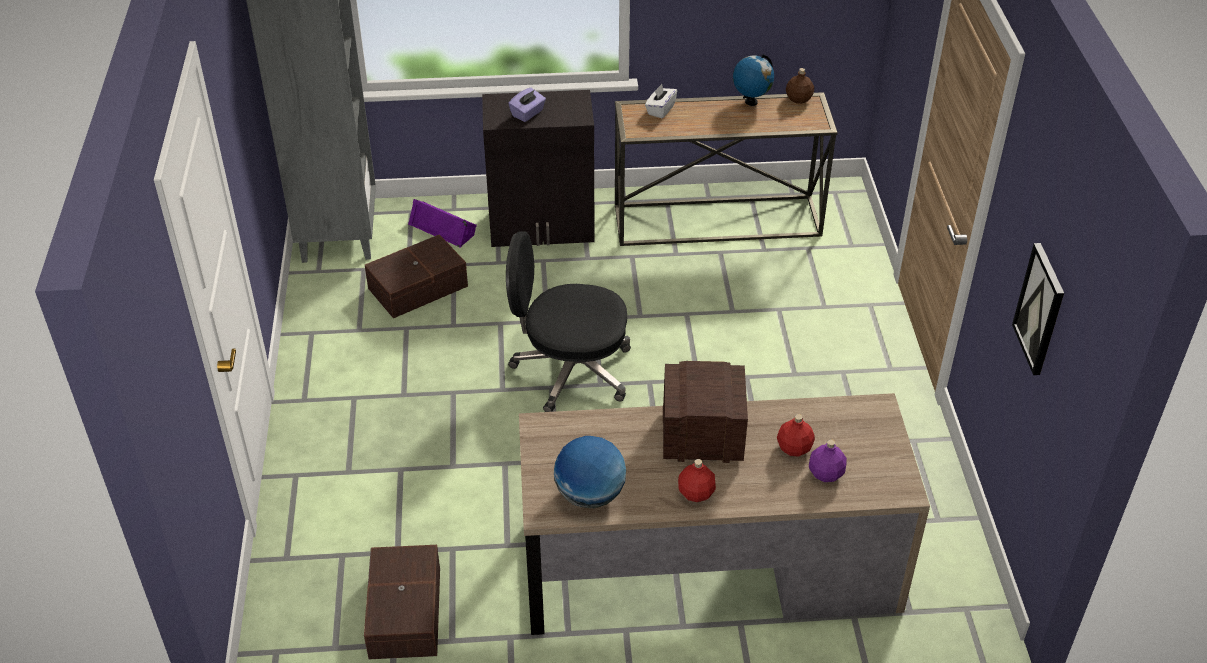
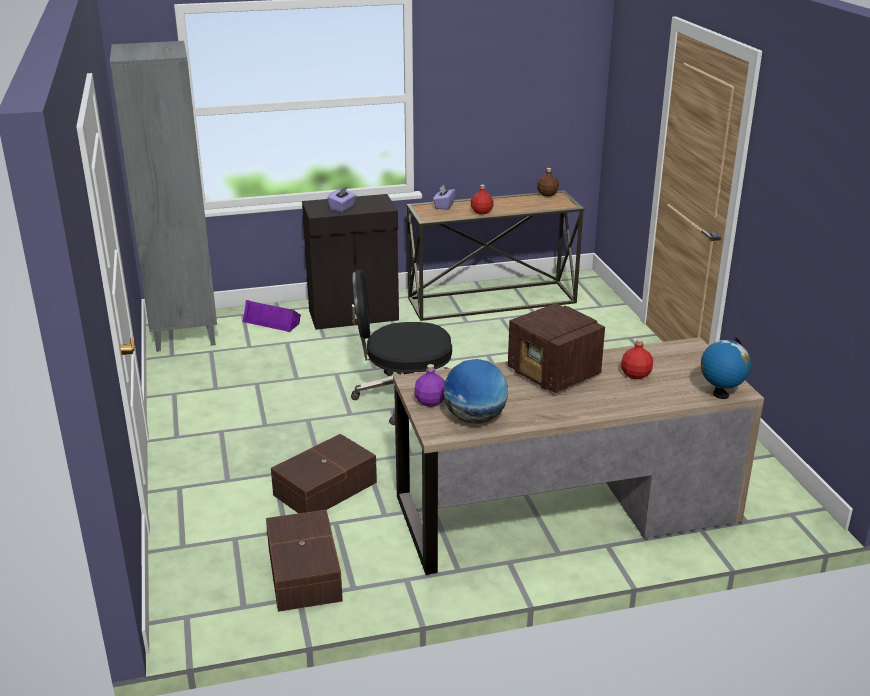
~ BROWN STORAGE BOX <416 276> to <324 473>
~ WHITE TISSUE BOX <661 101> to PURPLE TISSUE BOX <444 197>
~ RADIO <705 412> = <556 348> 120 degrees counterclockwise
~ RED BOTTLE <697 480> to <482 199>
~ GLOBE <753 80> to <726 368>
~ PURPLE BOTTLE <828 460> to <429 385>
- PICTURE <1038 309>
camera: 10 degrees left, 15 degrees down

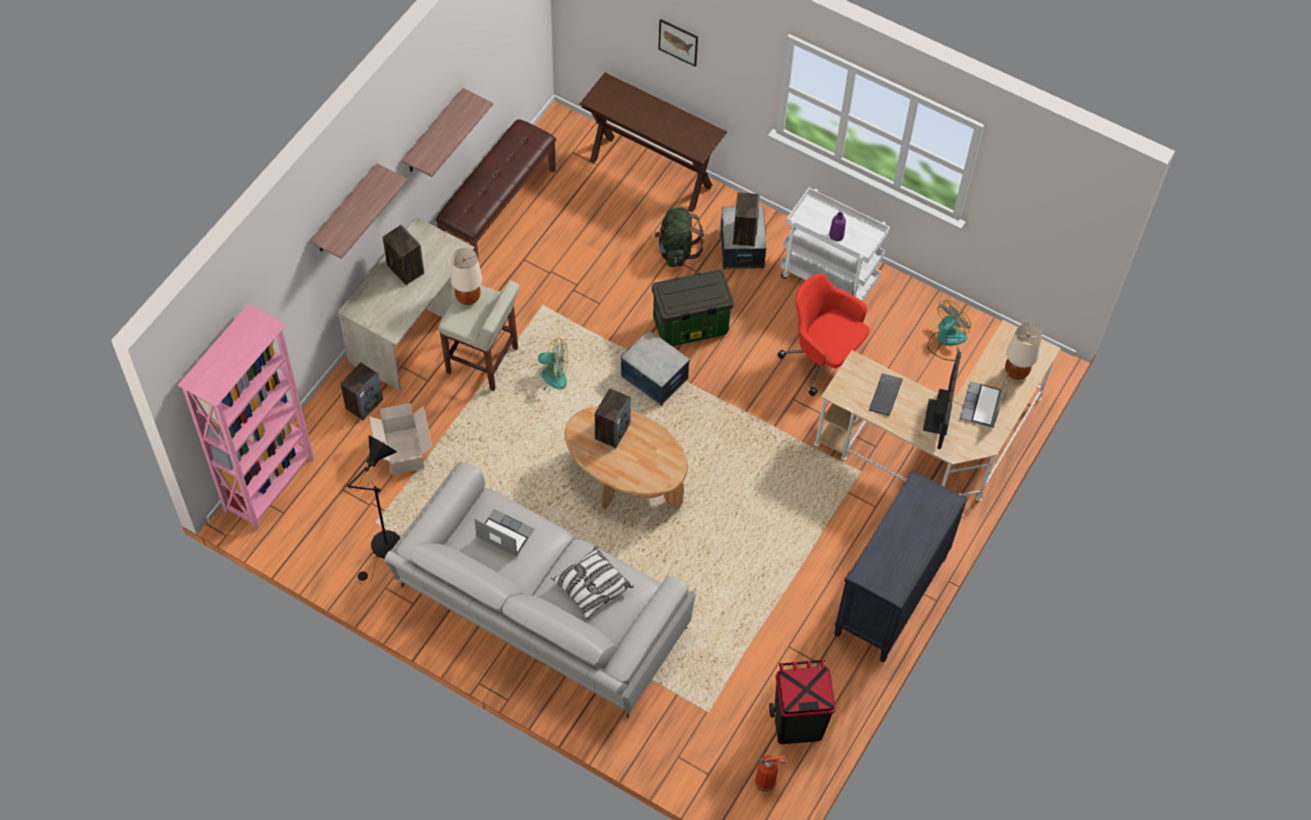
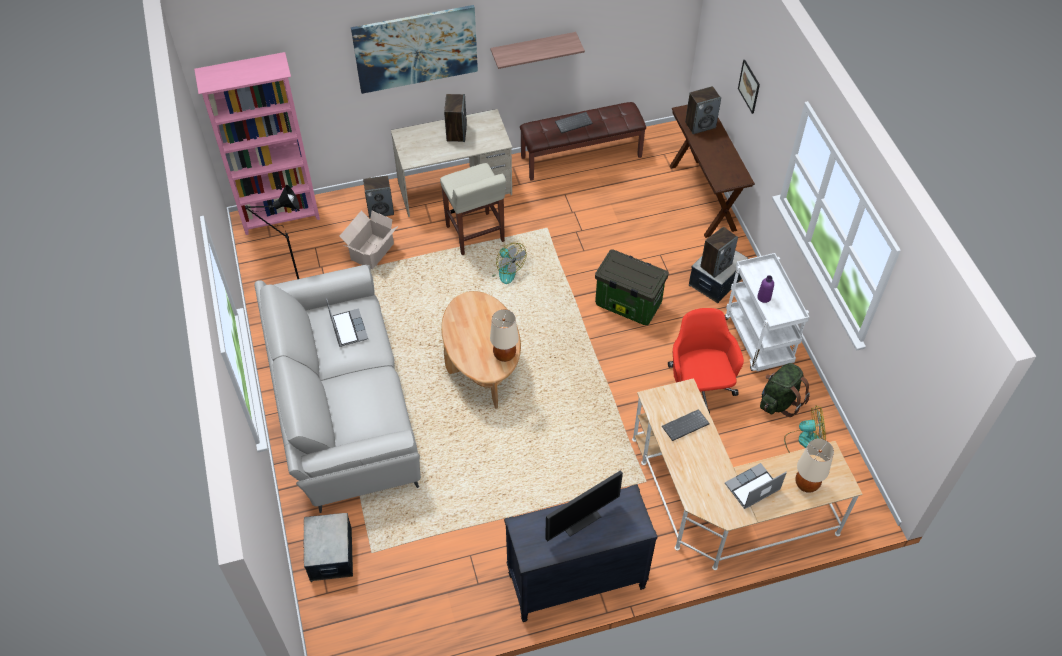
~ SHELF <359 211> to PICTURE <414 49>
~ BEIGE TABLE LAMP <466 276> to <504 335>
- PILLOW <592 582>
~ SPEAKER <613 418> to <703 110>
~ STORAGE BOX <655 368> to <328 547>
~ GREEN BACKPACK <679 237> to <785 390>
- FIRE EXTINGUISHER <772 773>
- BLACK TRASH CAN <802 701>
~ MONITOR <942 400> to <584 506>
+ KEYBOARD <574 122>
camera: 45 degrees right, 5 degrees down

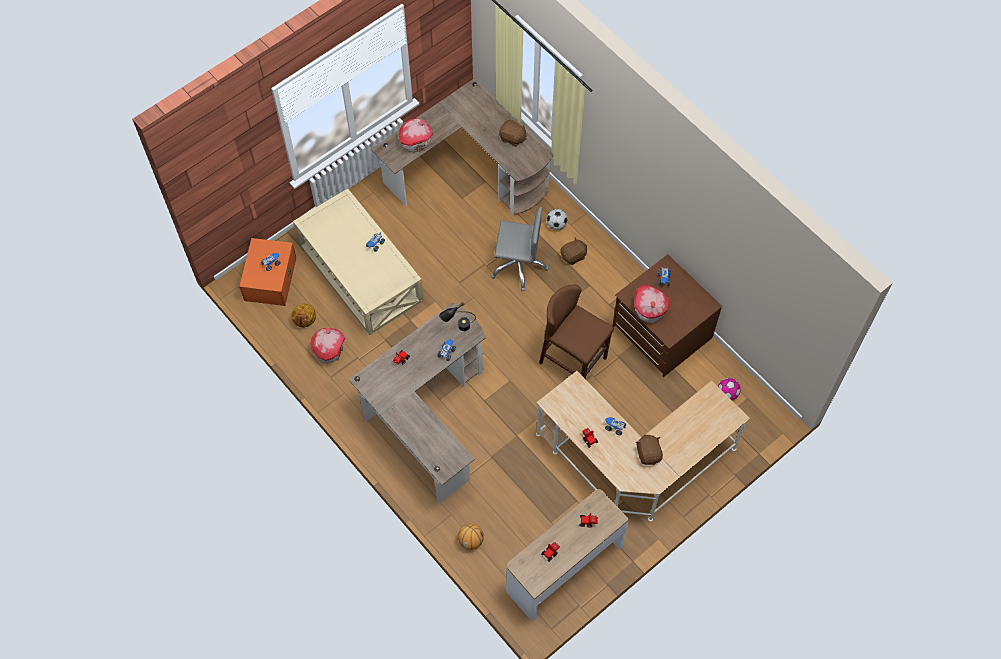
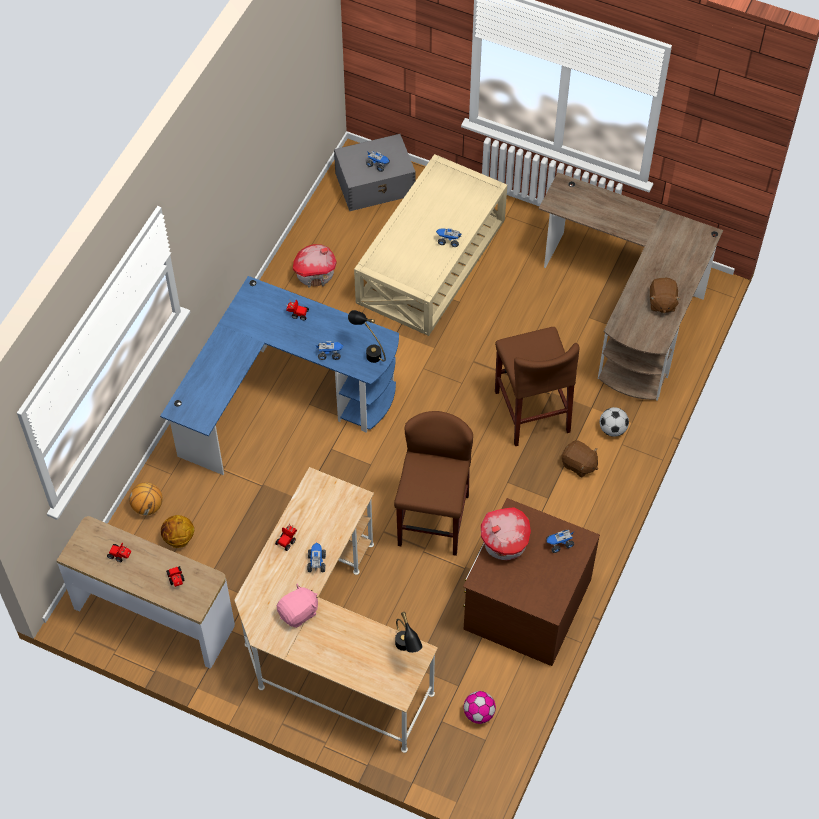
~ ORANGE STORAGE BOX <267 272> to GREY STORAGE BOX <375 172>
~ BASKETBALL <303 315> to <177 531>
~ BROWN DESK <417 404> to BLUE DESK <279 375>
- TOY HOUSE <416 136>
~ GREY OFFICE CHAIR <519 249> to BROWN STOOL <537 386>
~ BROWN PLUSH TOY <649 449> to PINK PLUSH TOY <297 606>
+ BLACK TABLE LAMP <409 632>
camera: 65 degrees right, 5 degrees down

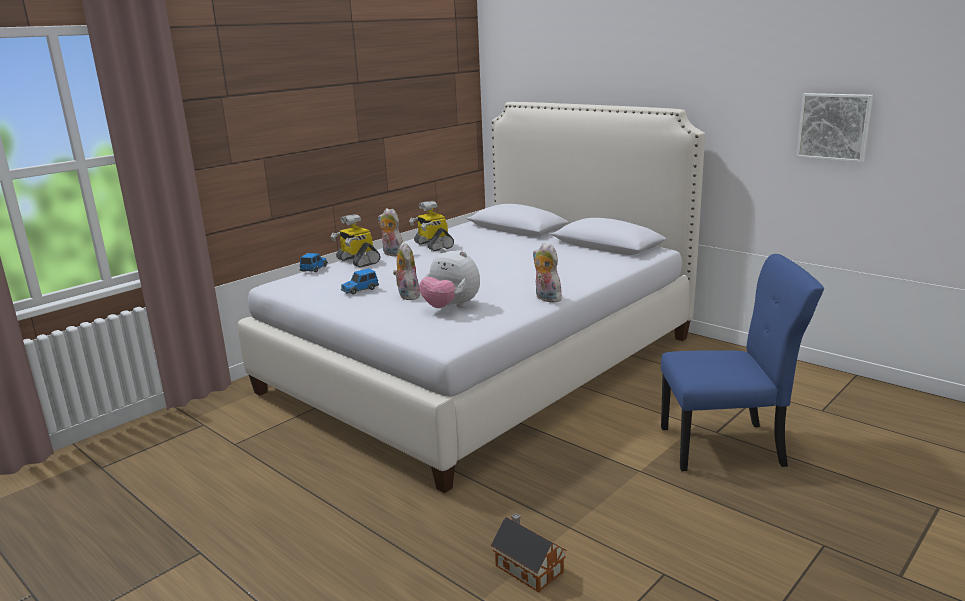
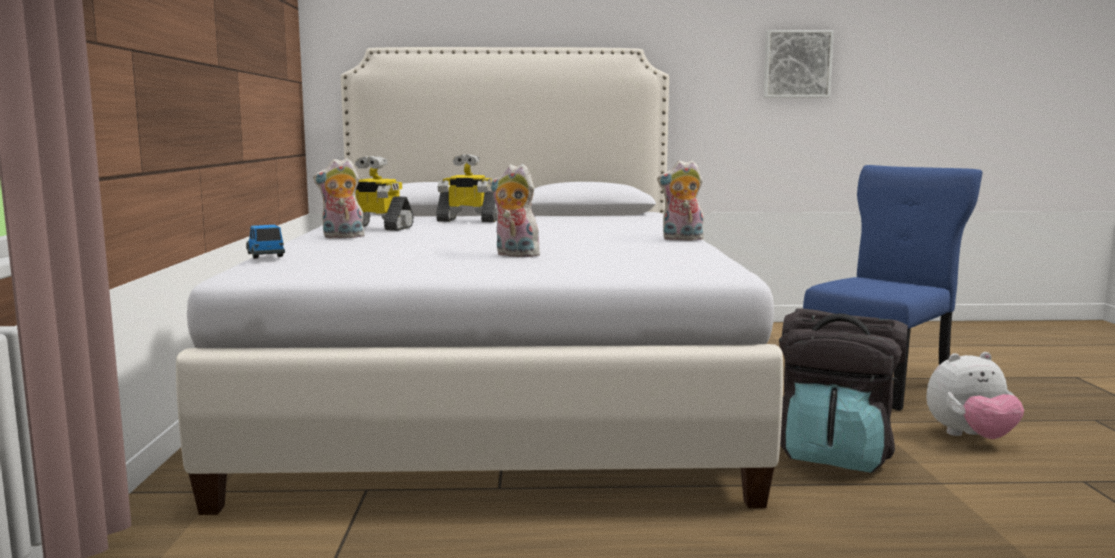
~ TOY ROBOT <356 241> to <467 188>
- TOY CAR <360 281>
~ PLUSH TOY <449 278> to <975 395>
- TOY HOUSE <529 553>
+ BLACK BACKPACK <843 390>
camera: 45 degrees left, 10 degrees down

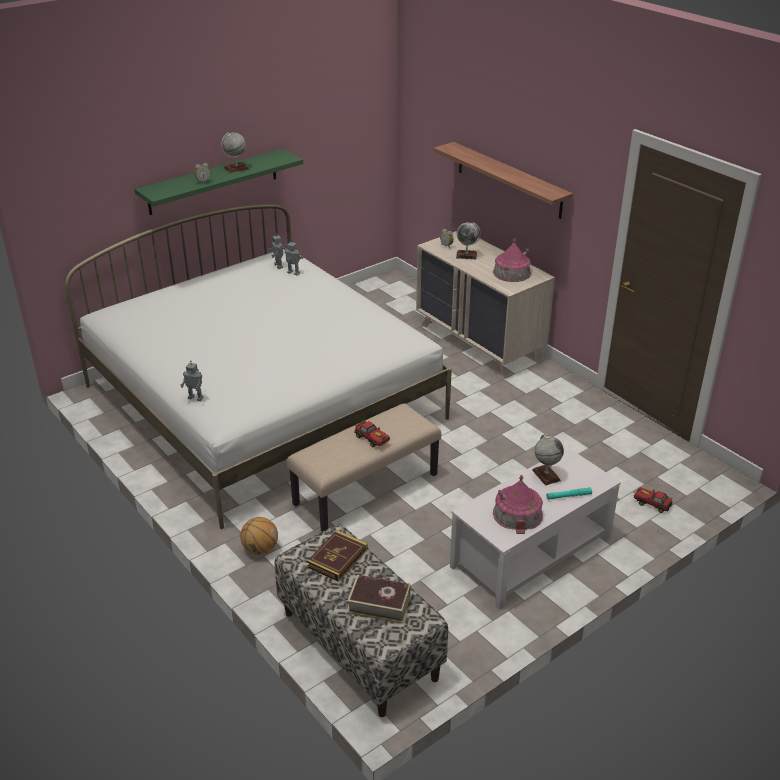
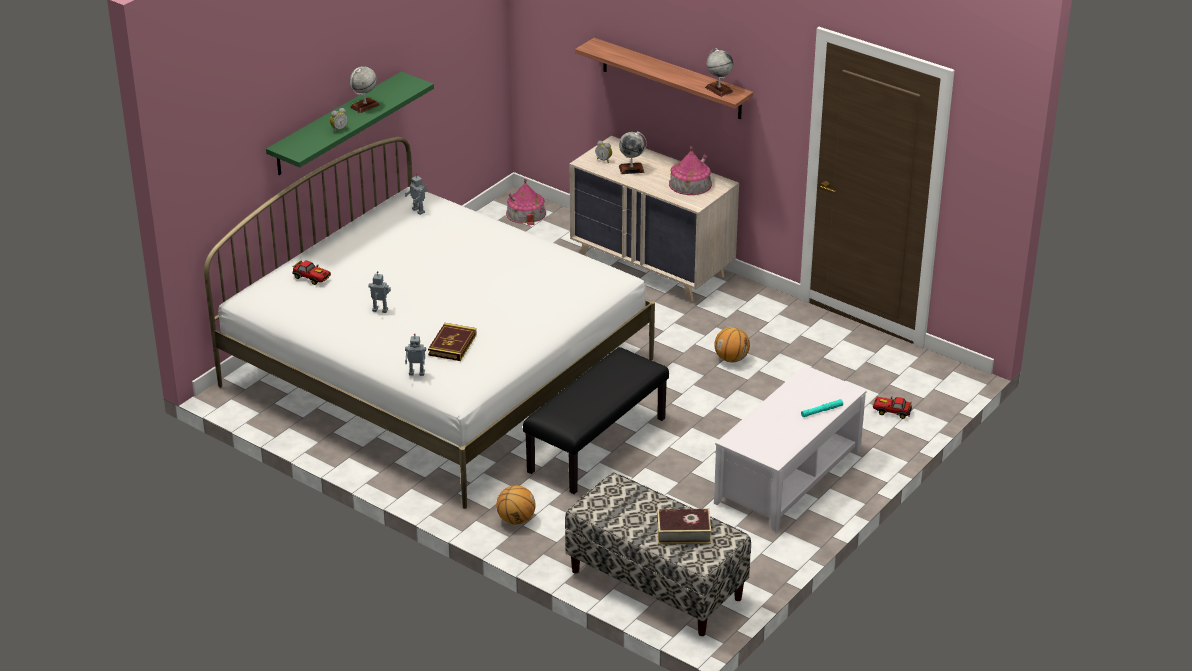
~ TOY ROBOT <294 257> to <379 292>
~ BEIGE BENCH <364 467> to BLACK BENCH <596 420>
~ BOOK <337 556> to <452 342>
~ TOY CAR <372 433> to <311 272>
~ TOY HOUSE <518 504> to <526 202>
~ GLOBE <548 459> to <719 72>
+ BASKETBALL <732 345>
camera: 15 degrees left, 0 degrees up

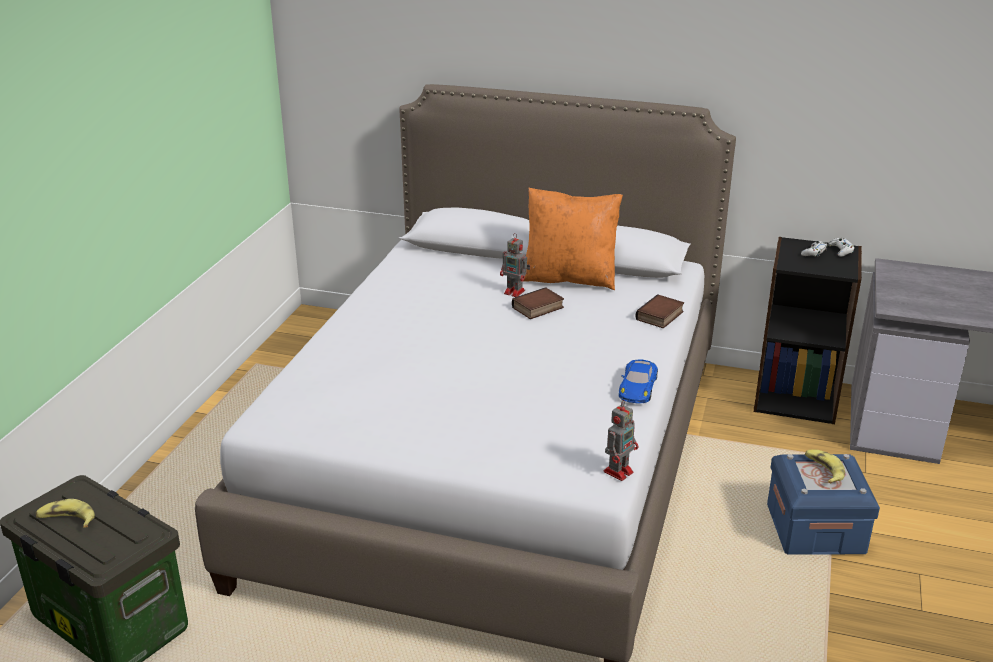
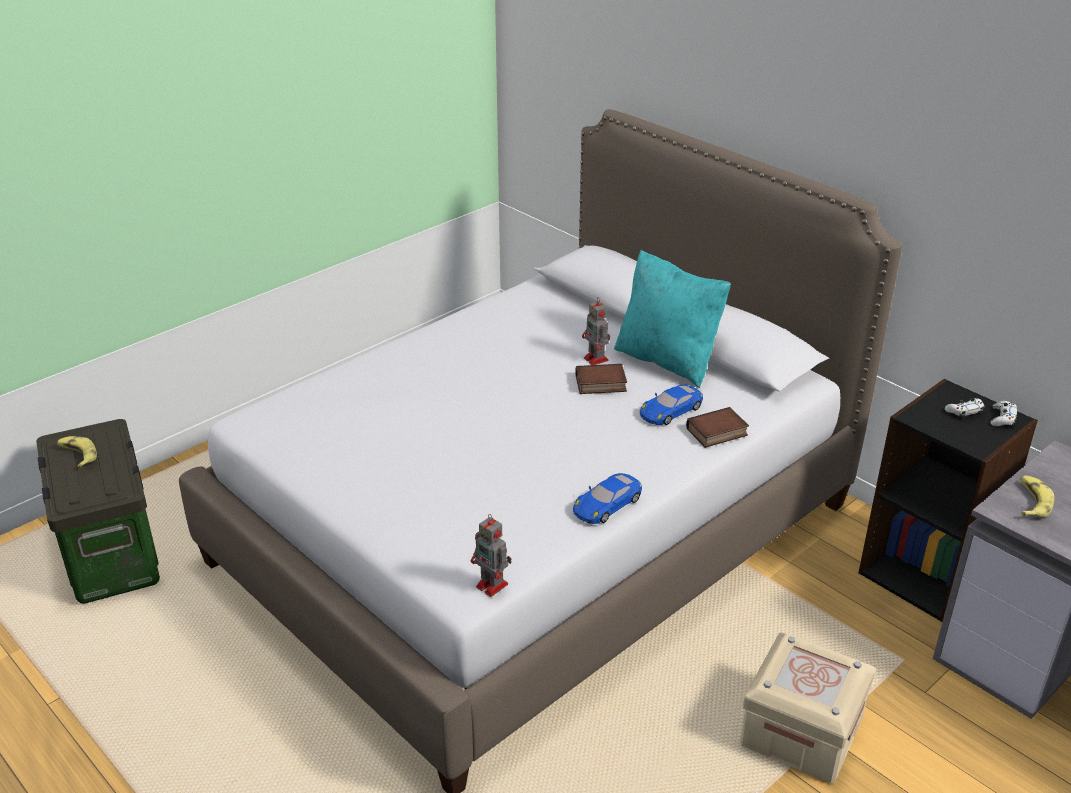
~ ORANGE PILLOW <573 238> to TURQUOISE PILLOW <672 319>
~ TOY ROBOT <621 440> = <491 555> 60 degrees clockwise
~ BLUE STORAGE BOX <823 504> to BEIGE STORAGE BOX <808 707>
~ BANANA <825 466> to <1037 496>
+ BLUE TOY CAR <671 404>
camera: 30 degrees right, 5 degrees up

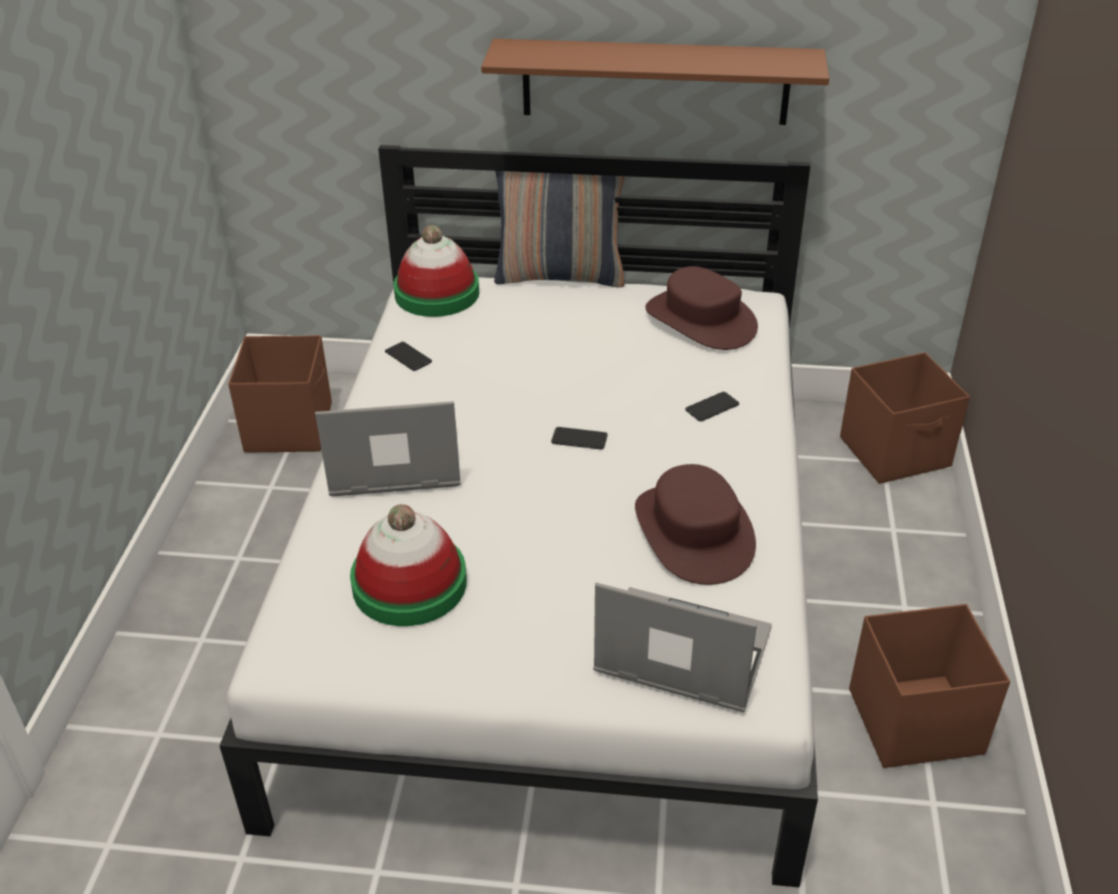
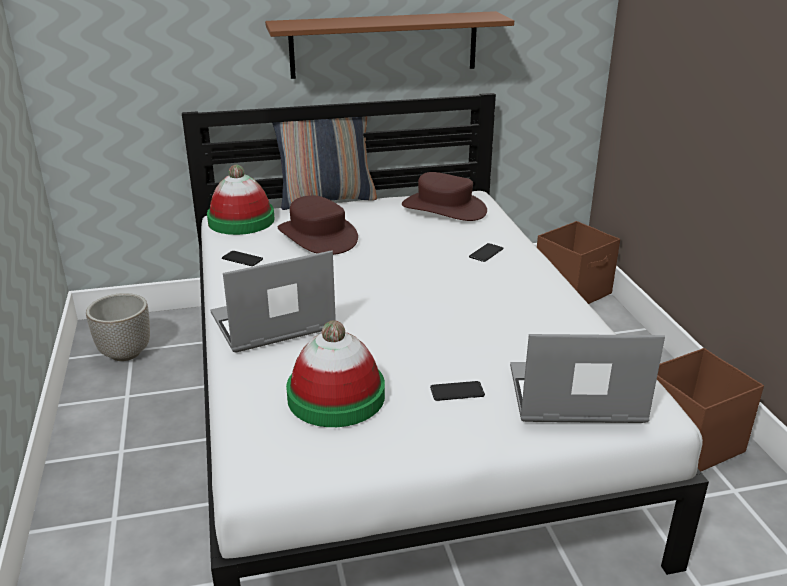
~ BROWN STORAGE BOX <280 394> to PLANTER <118 327>
~ PHONE <579 438> to <457 391>
~ BROWN HAT <695 524> to <318 225>
camera: 20 degrees left, 10 degrees down

